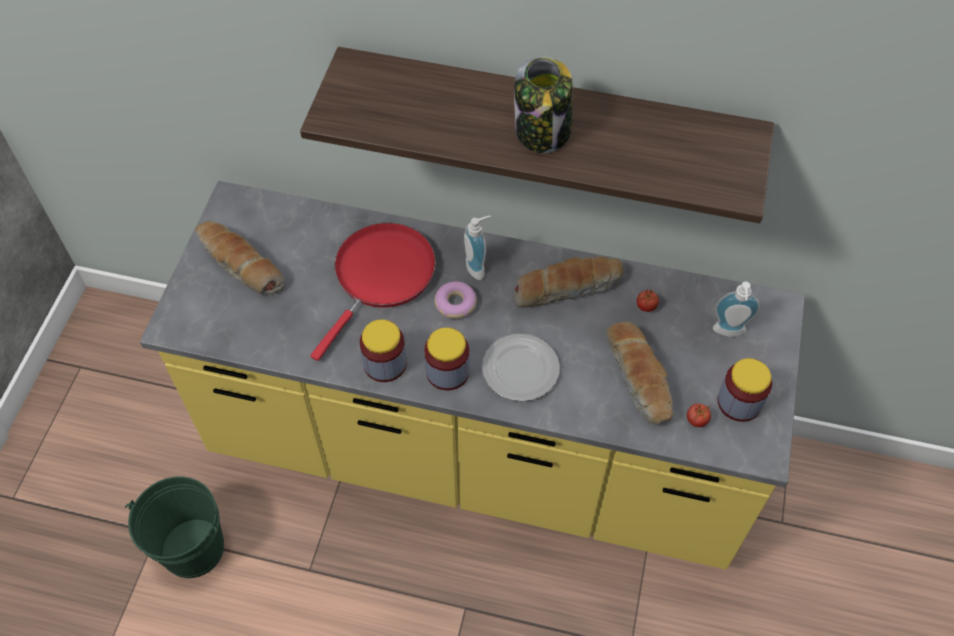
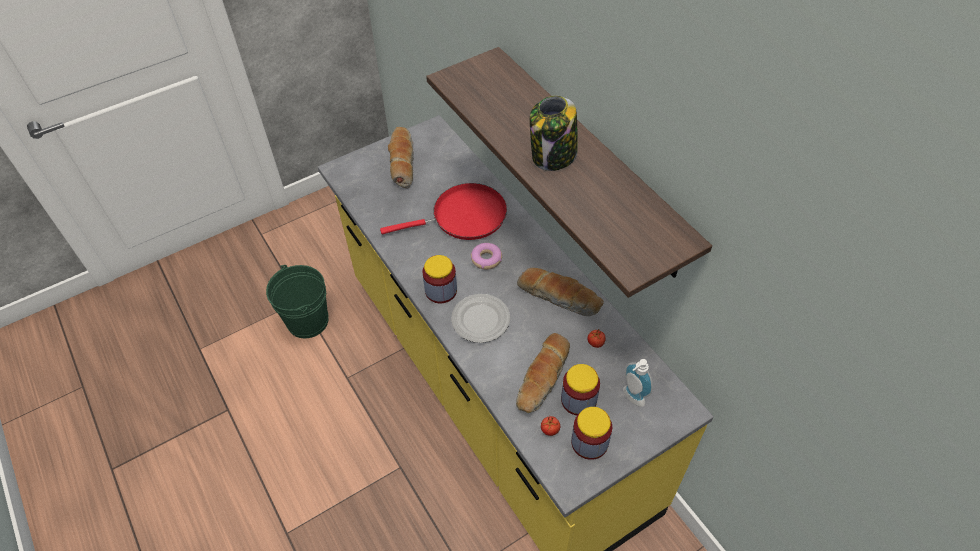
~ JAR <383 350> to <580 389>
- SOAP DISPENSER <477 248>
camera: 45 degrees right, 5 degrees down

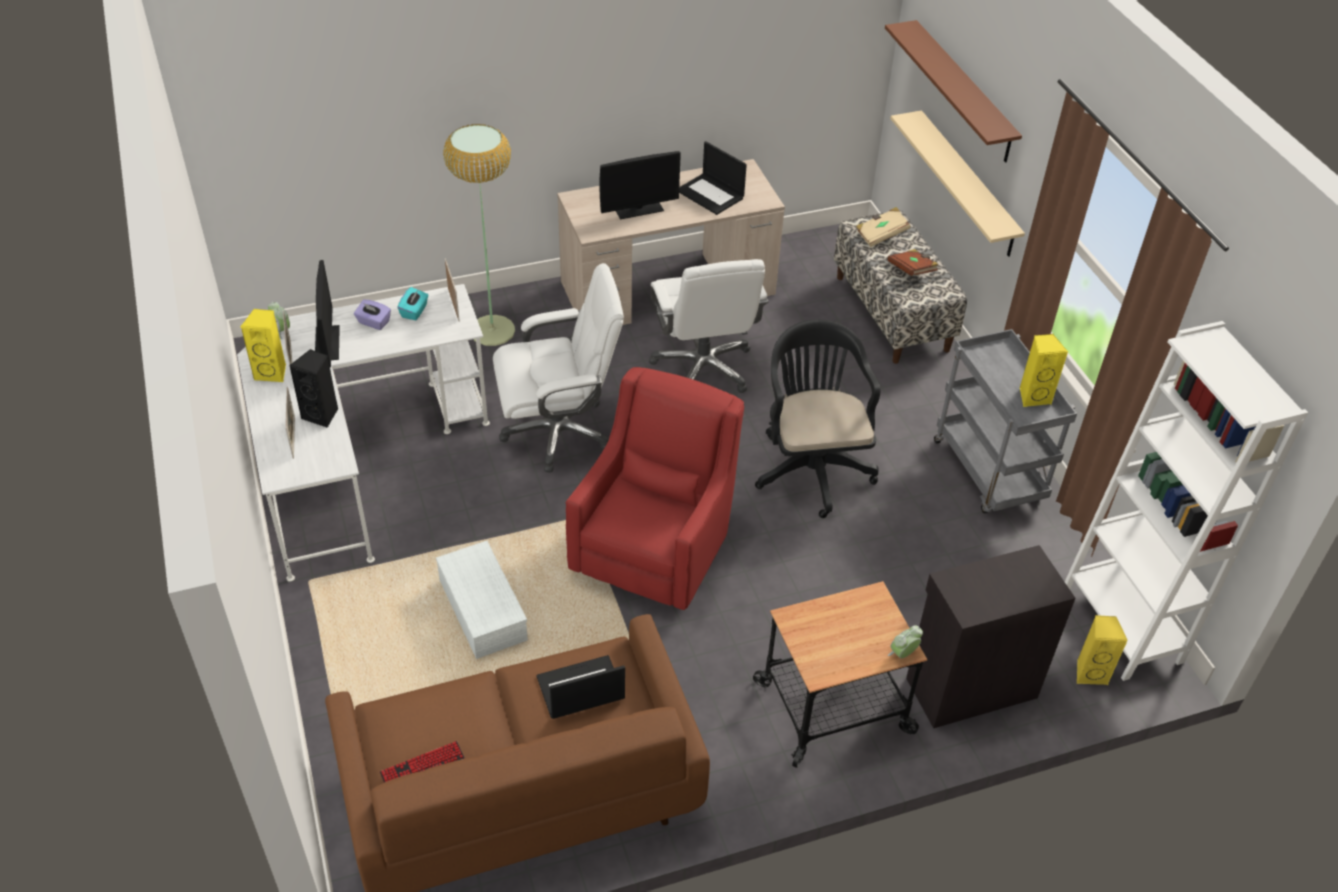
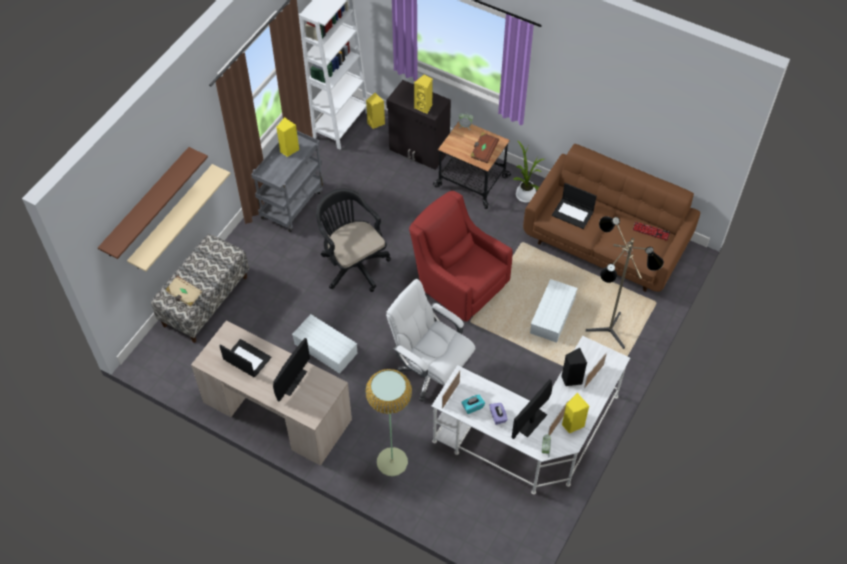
~ RED ARMCHAIR <655 488> = <461 256> 60 degrees clockwise
~ MONITOR <640 185> = <291 370> 90 degrees clockwise
~ WHITE OFFICE CHAIR <708 326> to WHITE STORAGE BOX <325 344>
~ LAPTOP <713 178> = <245 358> 60 degrees counterclockwise
~ BLACK OFFICE CHAIR <817 418> = <353 240> 105 degrees clockwise
~ BROWN BOOK <912 262> to <484 148>
+ YELLOW SPEAKER <423 94>
+ POTTED PLANT <528 171>
+ FLOOR LAMP <625 282>
camera: 130 degrees left, 10 degrees up

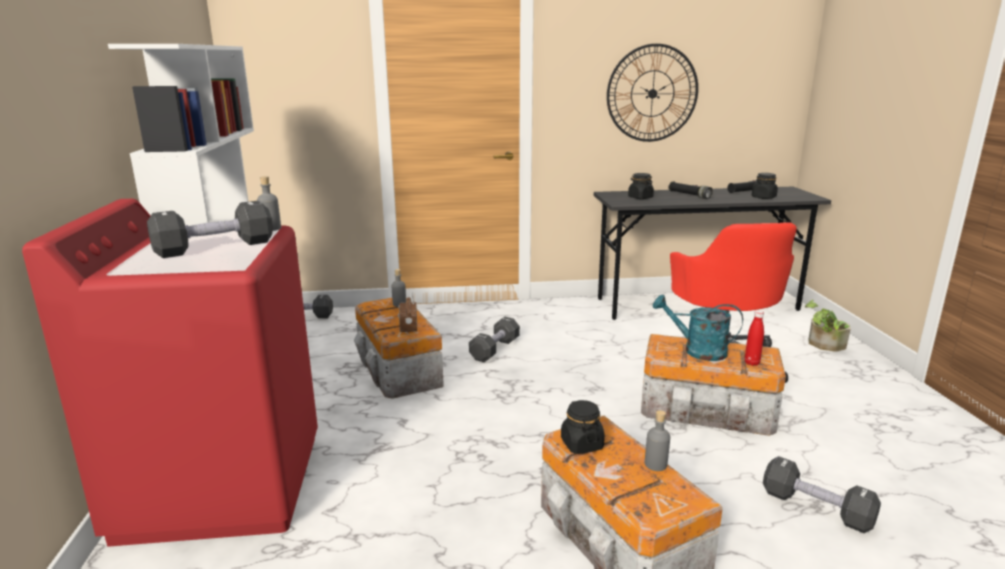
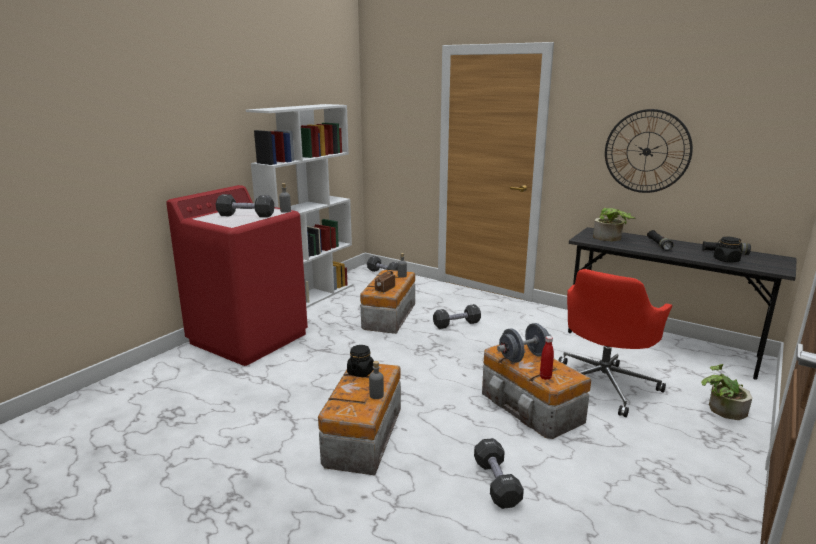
~ BLACK JAR <641 186> to POTTED PLANT <614 225>
~ TURQUOISE WATERING CAN <698 327> to GREY DUMBBELL <524 343>
camera: 40 degrees right, 0 degrees up

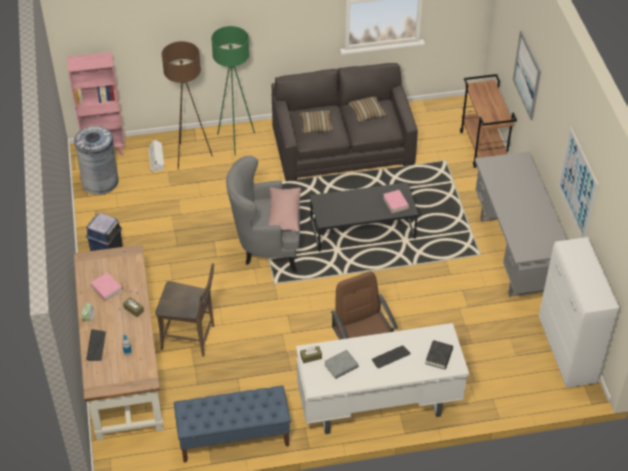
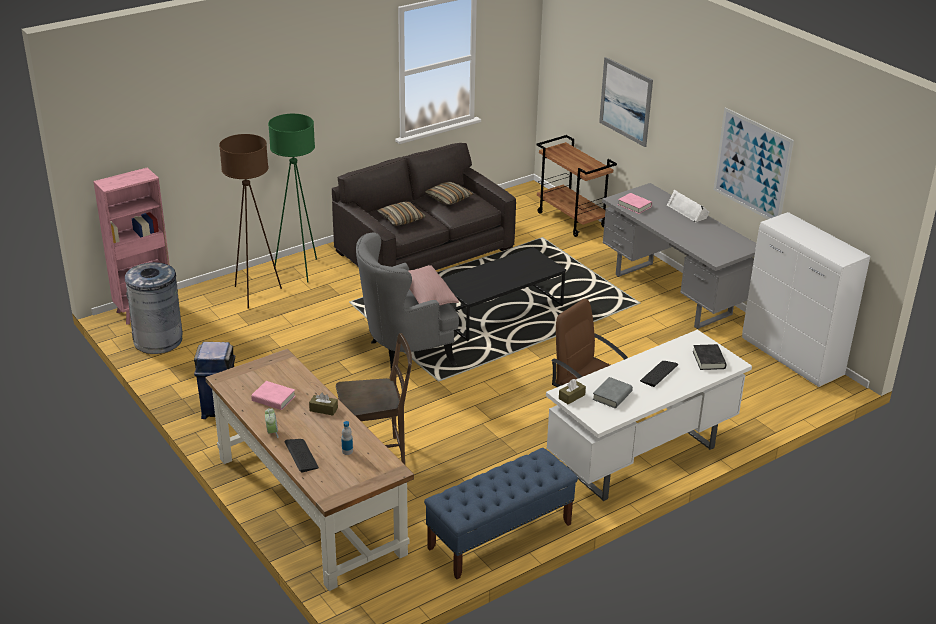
~ WHITE SPEAKER <156 155> to <688 206>
~ PINK BOOK <396 201> to <635 203>
camera: 25 degrees left, 15 degrees down

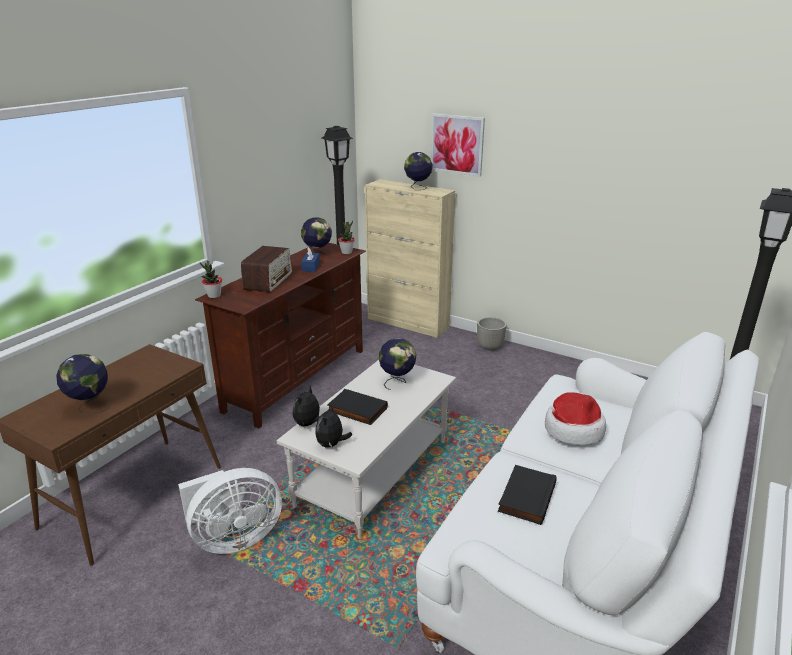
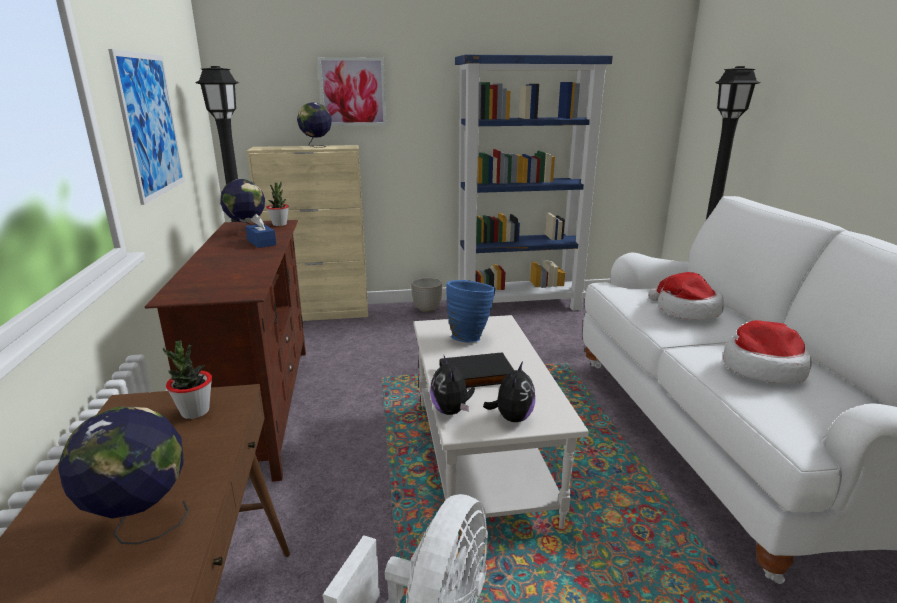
~ POTTED PLANT <211 279> to <187 379>
- RADIO <266 269>
~ PLUSH TOY <334 427> = <509 392> 135 degrees counterclockwise
~ GLOBE <397 364> to BLUE VASE <470 311>
~ BLACK BOOK <527 495> to HAT <767 352>
+ PICTURE <146 127>
+ BLUE BOOKCASE <534 183>
camera: 40 degrees left, 5 degrees down

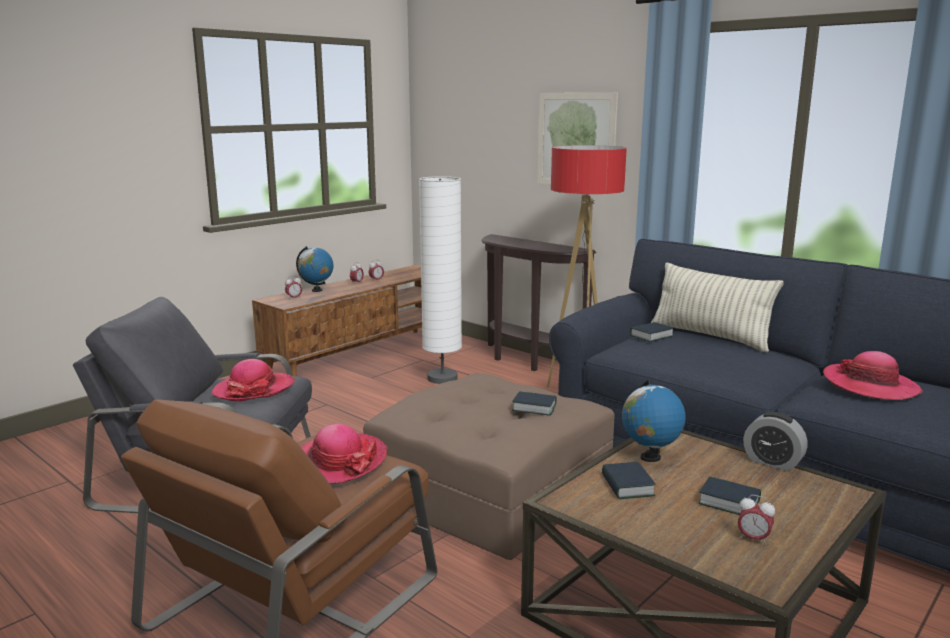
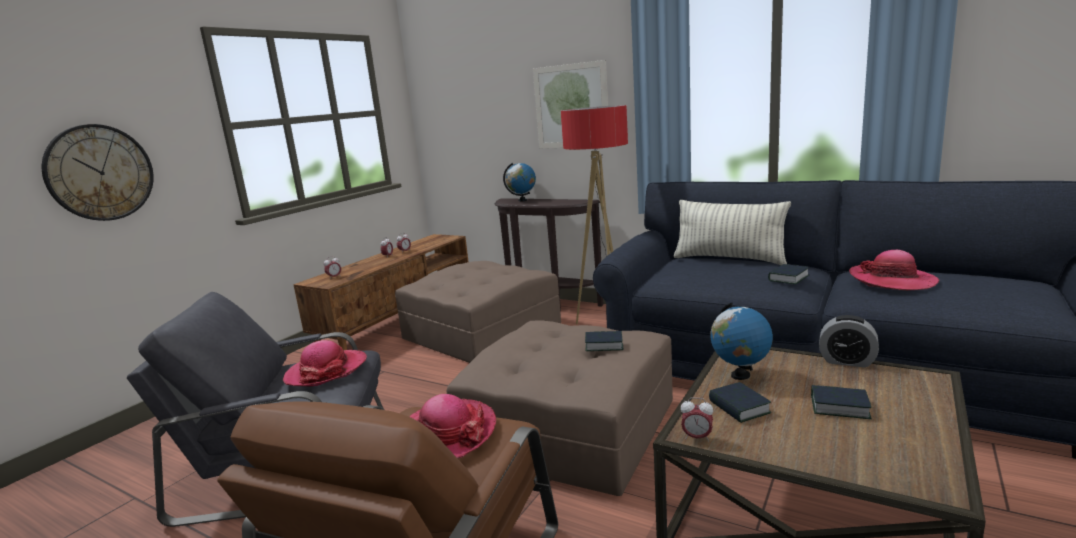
~ GLOBE <314 269> to <519 182>
~ WHITE FLOOR LAMP <440 280> to BROWN OTTOMAN <478 312>
~ BOOK <652 332> to <788 274>
~ ALARM CLOCK <756 520> to <697 419>
+ WALL CLOCK <97 172>
camera: 10 degrees left, 0 degrees up

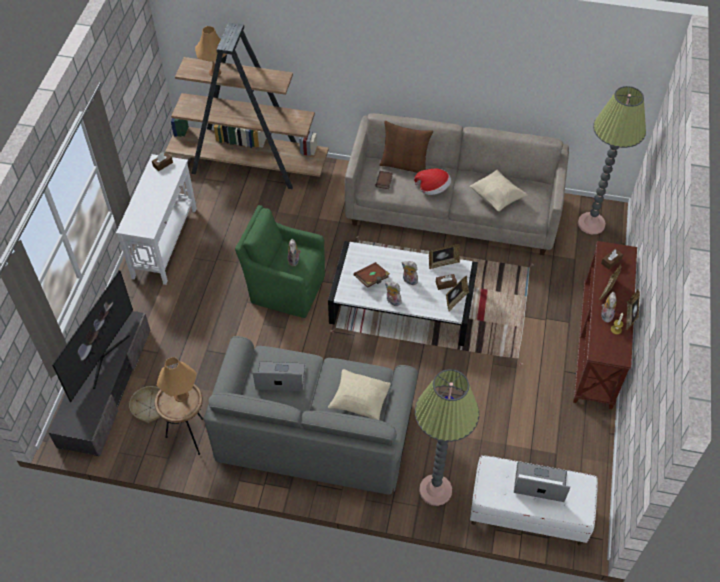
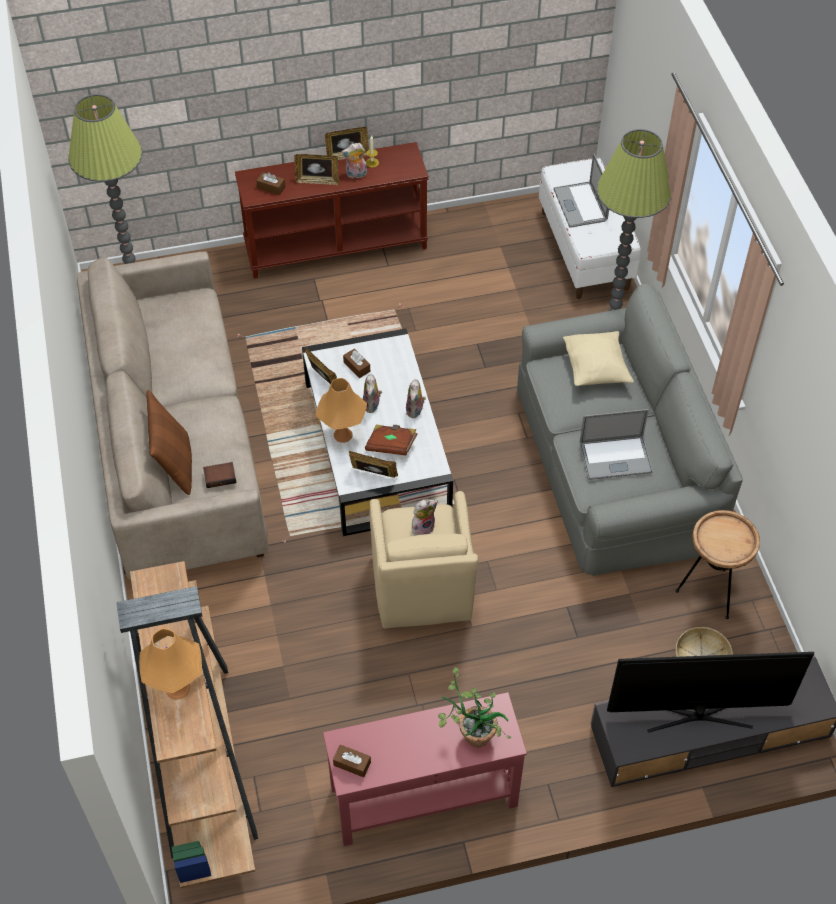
~ WHITE CONSOLE TABLE <156 219> to RED CONSOLE TABLE <425 769>
~ ORANGE TABLE LAMP <177 379> to <341 410>
~ GREEN ARMCHAIR <280 261> to BEIGE ARMCHAIR <424 560>
~ LAPTOP <279 376> = <616 444> 75 degrees counterclockwise
- HAT <432 182>
~ PICTURE FRAME <457 293> to <373 464>
- BEIGE PILLOW <499 190>
+ POTTED PLANT <474 707>
camera: 115 degrees left, 0 degrees up

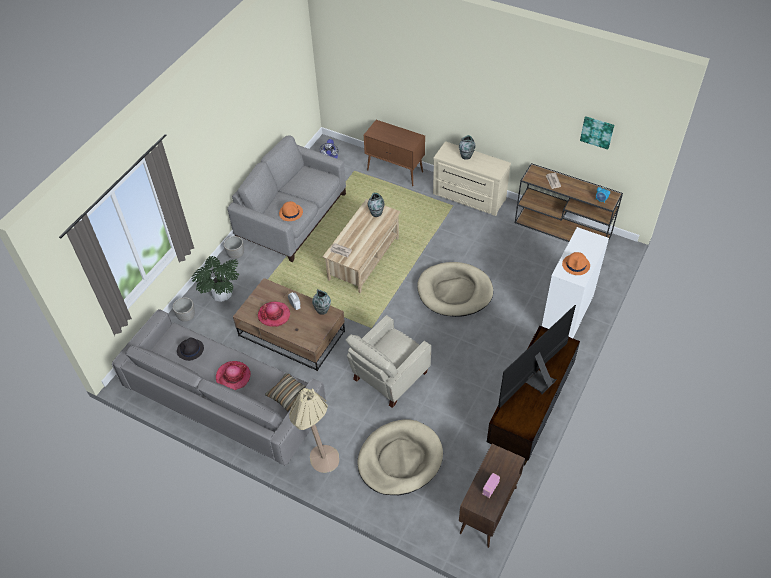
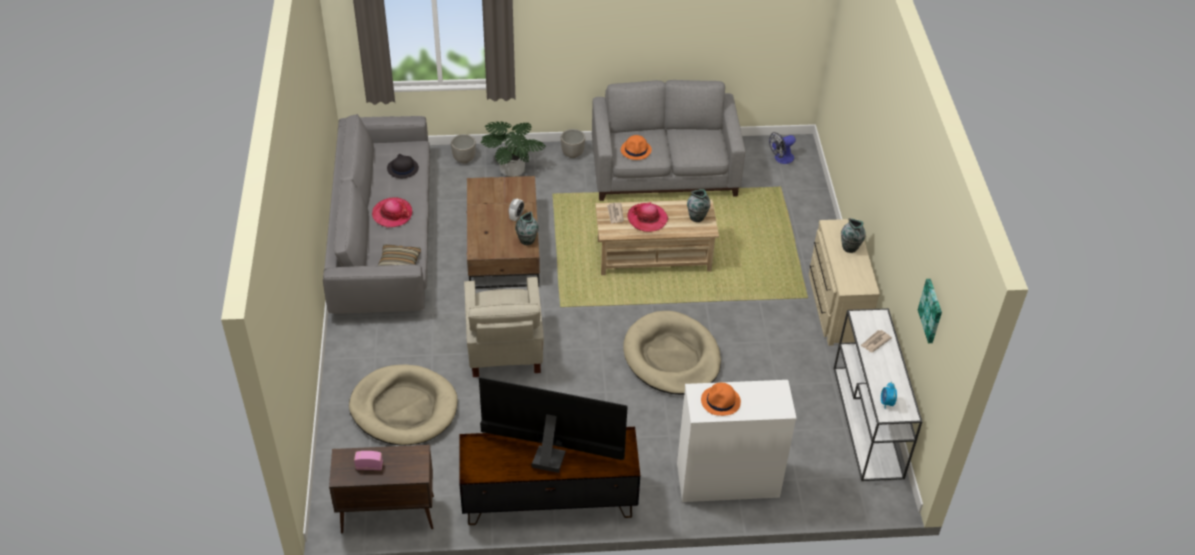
~ HAT <274 314> to <647 217>
- BEIGE FLOOR LAMP <314 430>
~ BEIGE ARMCHAIR <388 361> = <504 327> 105 degrees counterclockwise
- BROWN CABINET <394 153>
~ BROWN CONSOLE TABLE <569 202> to WHITE CONSOLE TABLE <878 394>
camera: 55 degrees right, 5 degrees down

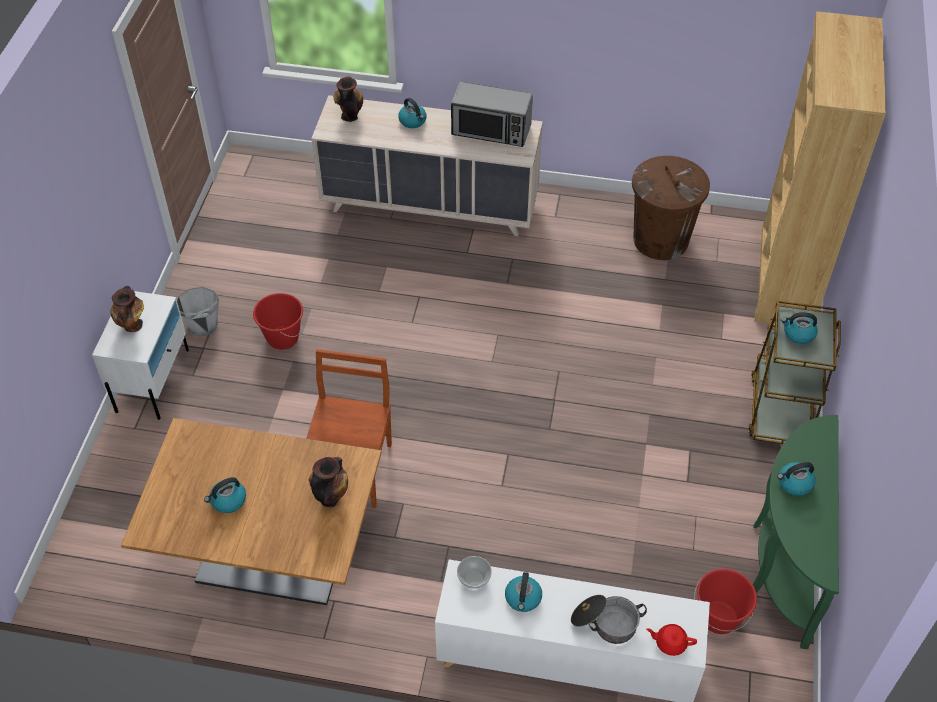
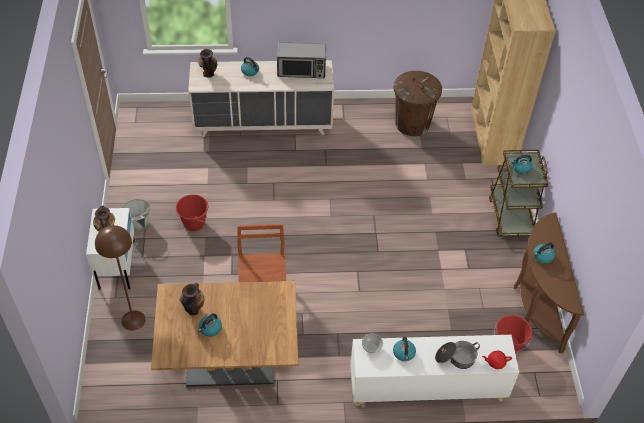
~ VASE <328 482> to <192 299>
~ GREEN CONSOLE TABLE <796 532> to BROWN CONSOLE TABLE <549 283>
+ BROWN FLOOR LAMP <120 278>
camera: 15 degrees left, 0 degrees up

